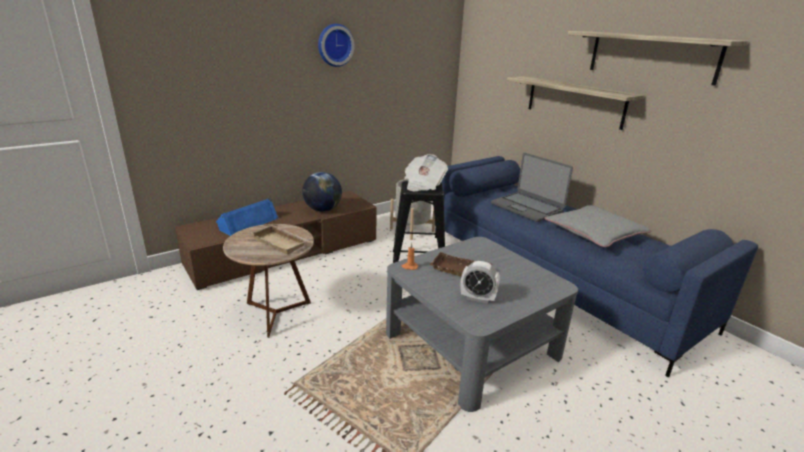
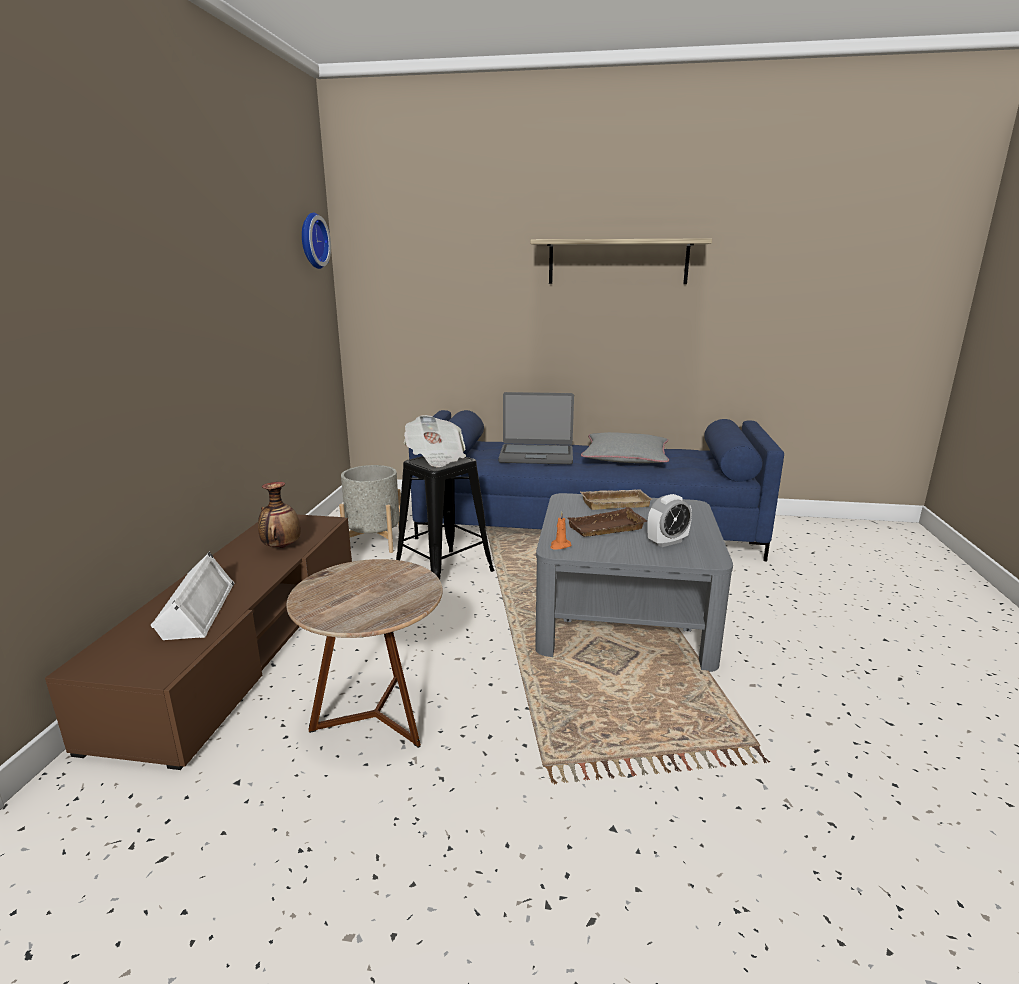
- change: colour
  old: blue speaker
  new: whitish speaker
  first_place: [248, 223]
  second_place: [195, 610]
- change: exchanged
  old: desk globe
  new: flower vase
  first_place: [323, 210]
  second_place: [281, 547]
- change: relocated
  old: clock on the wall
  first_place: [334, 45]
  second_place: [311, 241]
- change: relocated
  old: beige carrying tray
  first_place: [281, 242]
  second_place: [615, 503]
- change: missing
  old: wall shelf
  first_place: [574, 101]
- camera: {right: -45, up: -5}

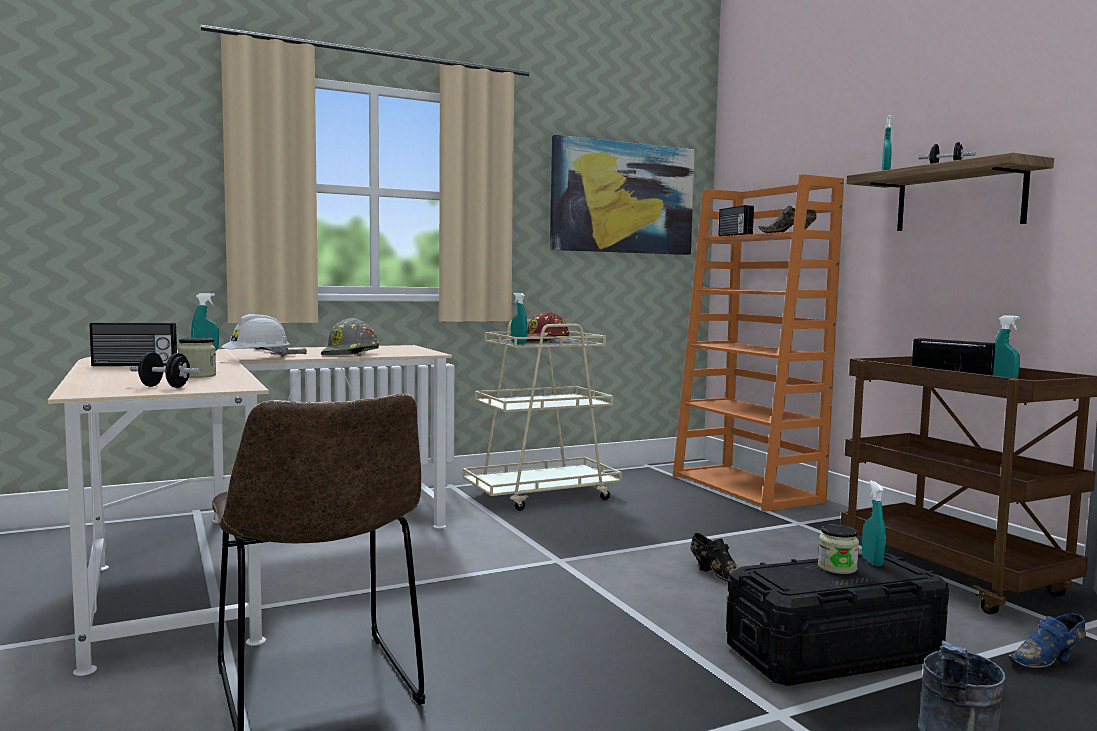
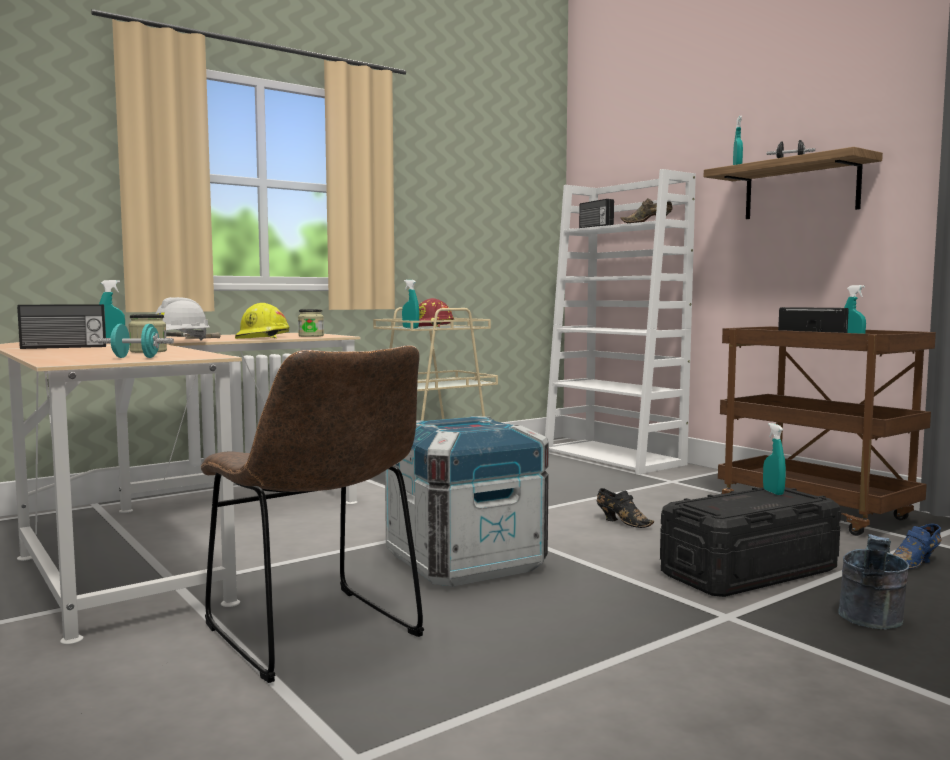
- change: colour
  old: blackish free weight
  new: turquoise-coloured free weight
  first_place: [165, 387]
  second_place: [136, 358]
- change: colour
  old: grey work helmet
  new: yellow-coloured work helmet
  first_place: [351, 354]
  second_place: [264, 337]
- change: relocated
  old: jar
  first_place: [837, 567]
  second_place: [311, 336]
- change: appeared
  new: shipping crate
  second_place: [465, 562]
- change: colour
  old: orangey shelving unit
  new: whitish shelving unit
  first_place: [747, 489]
  second_place: [614, 458]
- change: missing
  old: wall picture
  first_place: [622, 198]
- camera: {right: -10, up: 0}

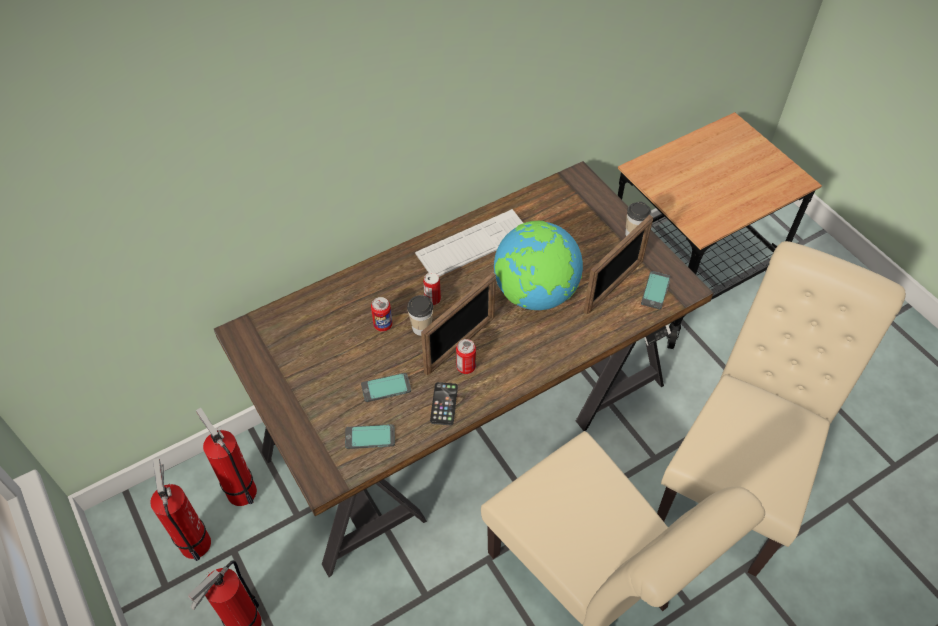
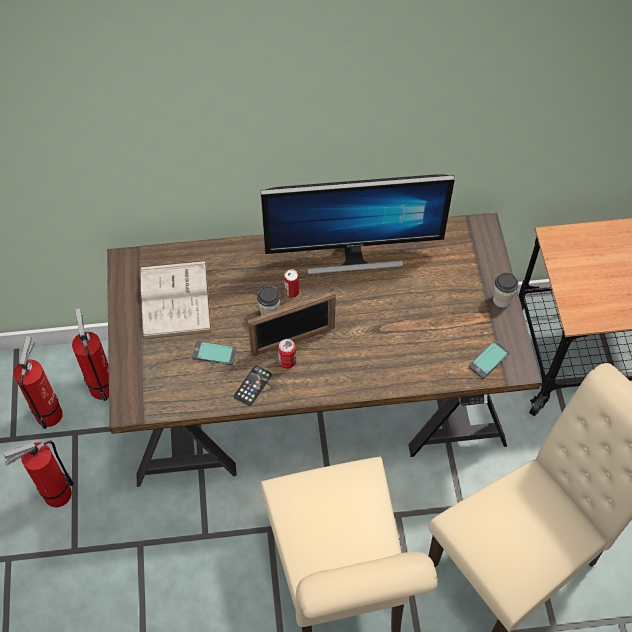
- change: appeared
  new: whitish volume
  second_place: [175, 299]
- change: exchanged
  old: keyboard
  new: monitor
  first_place: [473, 244]
  second_place: [353, 256]
- change: missing
  old: phone
  first_place: [370, 437]
- change: missing
  old: sealed can
  first_place: [383, 325]
- change: missing
  old: desk globe
  first_place: [535, 294]
- change: missing
  old: photo frame
  first_place: [614, 286]
- camera: {right: 25, up: 5}

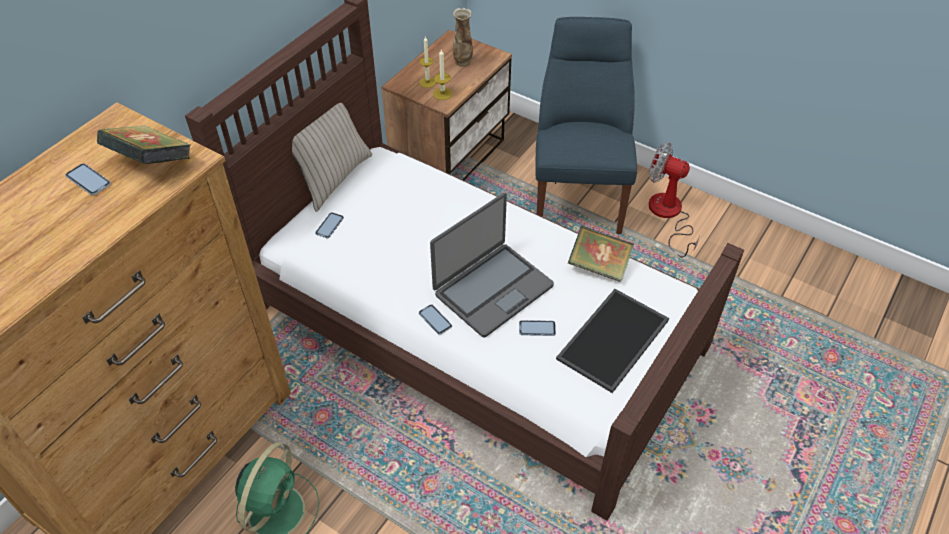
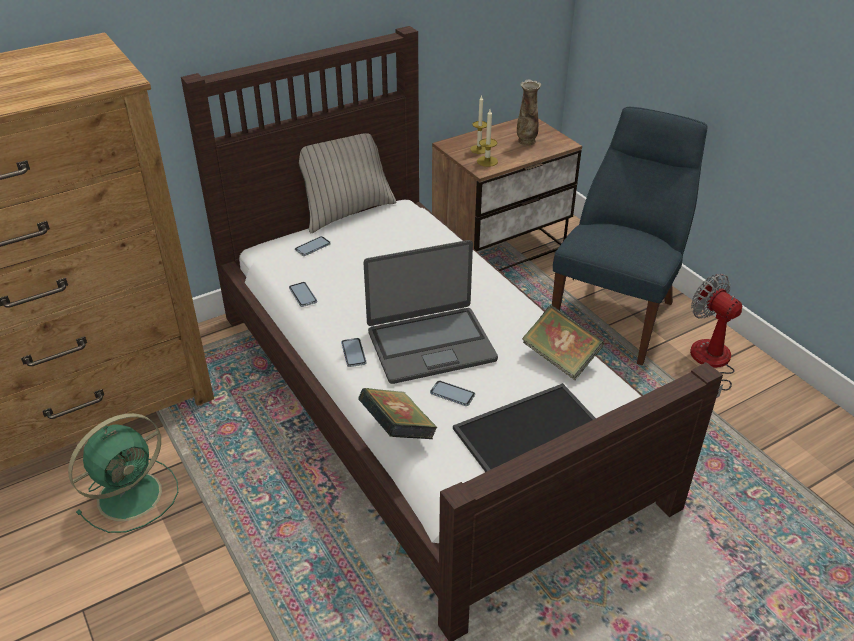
- change: relocated
  old: phone
  first_place: [88, 180]
  second_place: [303, 295]
- change: relocated
  old: volume
  first_place: [151, 163]
  second_place: [397, 430]
- camera: {right: 25, up: -10}

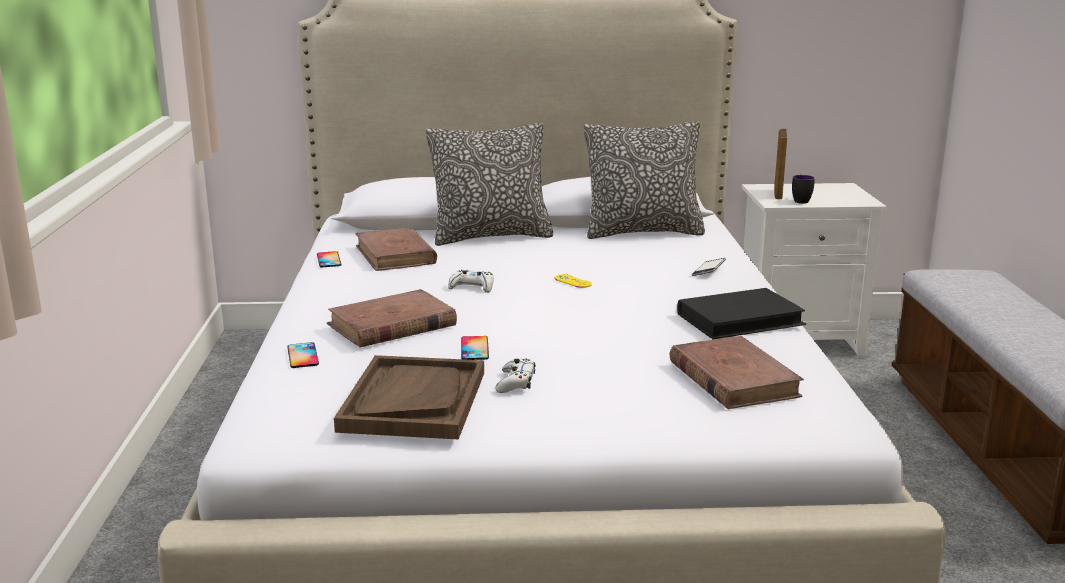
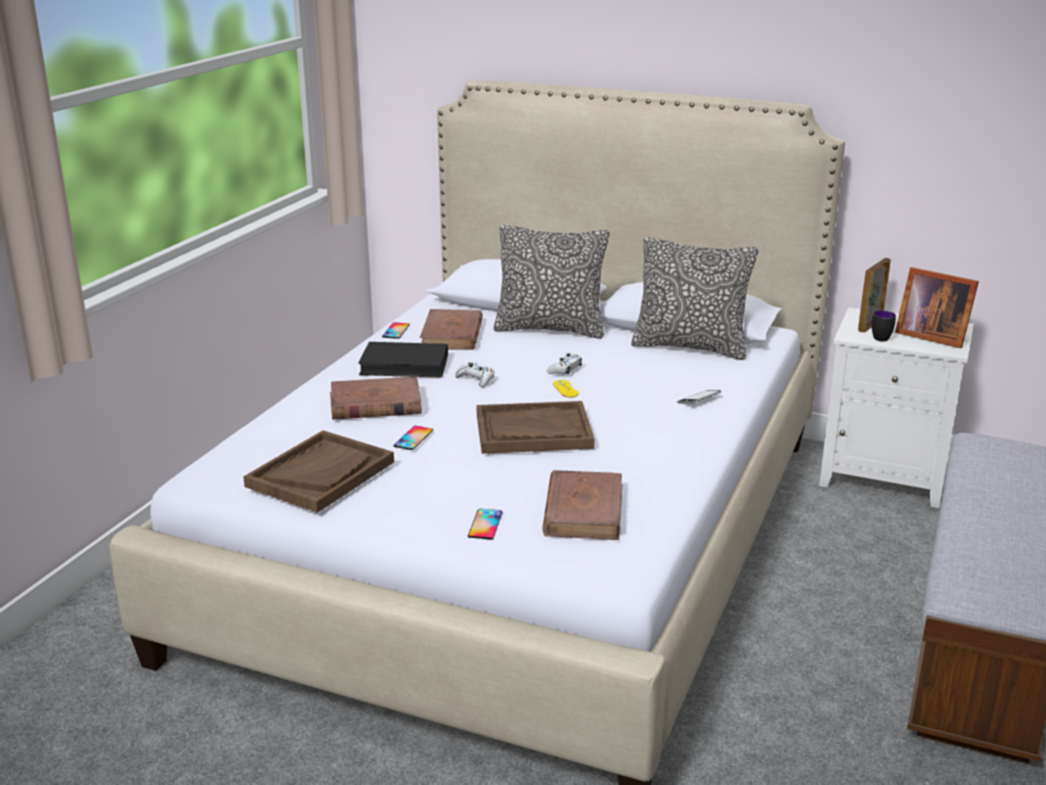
- change: relocated
  old: blackish volume
  first_place: [740, 320]
  second_place: [405, 365]
- change: relocated
  old: phone
  first_place: [302, 356]
  second_place: [485, 524]
- change: appeared
  new: brownish carrying tray
  second_place: [533, 431]
- change: relocated
  old: whitish gamepad
  first_place: [516, 382]
  second_place: [565, 369]
- change: appeared
  new: photo frame
  second_place: [930, 335]
- camera: {right: 25, up: 5}

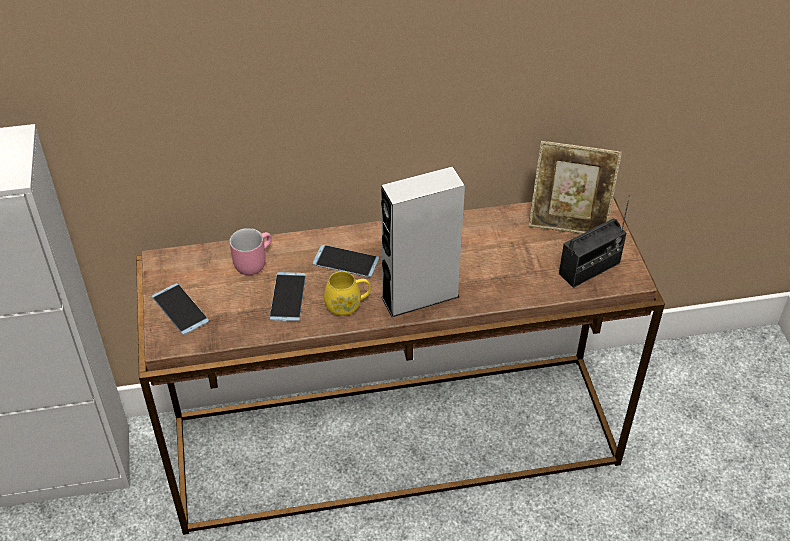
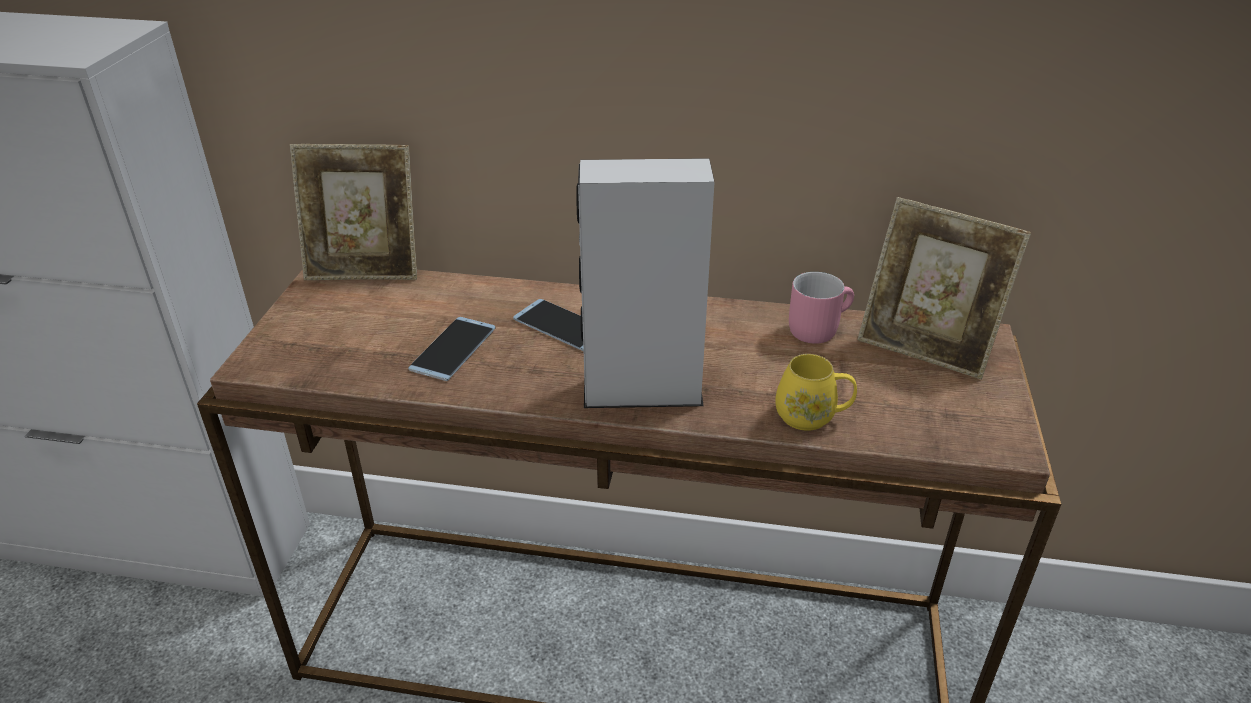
- change: appeared
  new: photo frame
  second_place: [365, 269]
- change: relocated
  old: yellow-coloured coffee mug
  first_place: [347, 305]
  second_place: [812, 416]
- change: relocated
  old: pink coffee mug
  first_place: [252, 261]
  second_place: [816, 327]
- change: missing
  old: phone
  first_place: [180, 309]
- change: missing
  old: radio
  first_place: [589, 268]
- camera: {right: 20, up: -10}

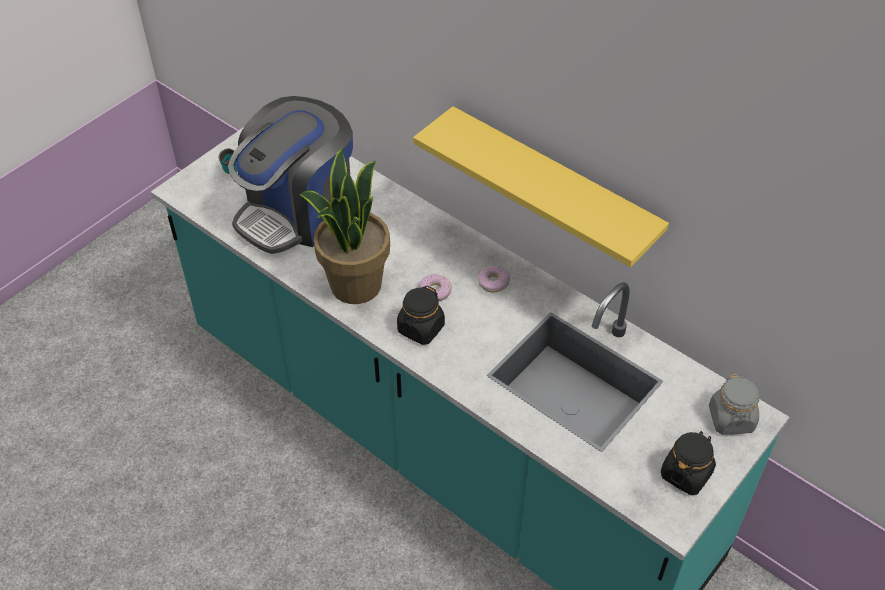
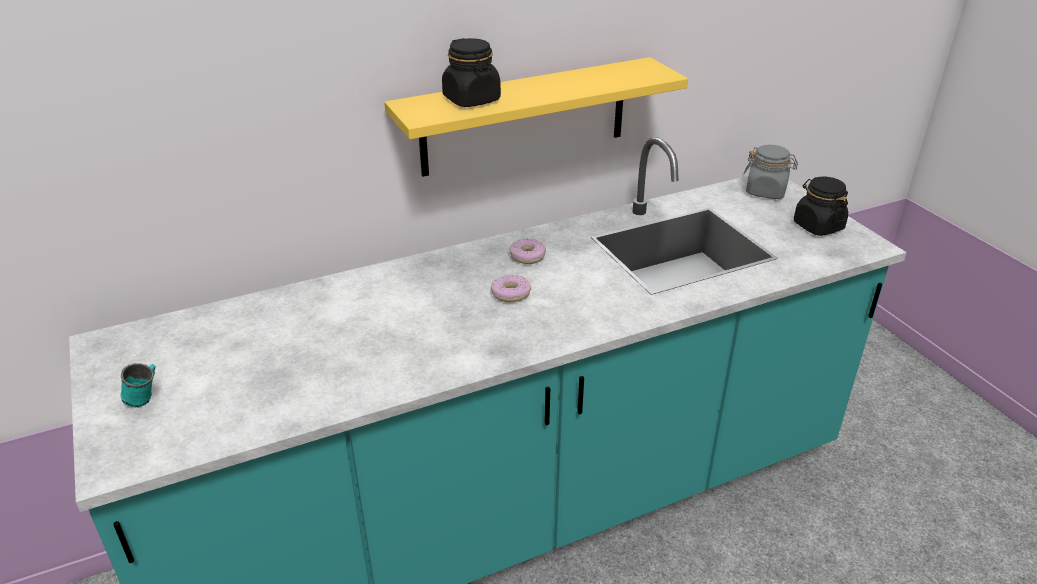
- change: relocated
  old: blackish jar
  first_place: [420, 329]
  second_place: [472, 100]
- change: missing
  old: coffee machine
  first_place: [298, 211]
- change: missing
  old: potted plant
  first_place: [355, 284]
- camera: {right: -65, up: -15}

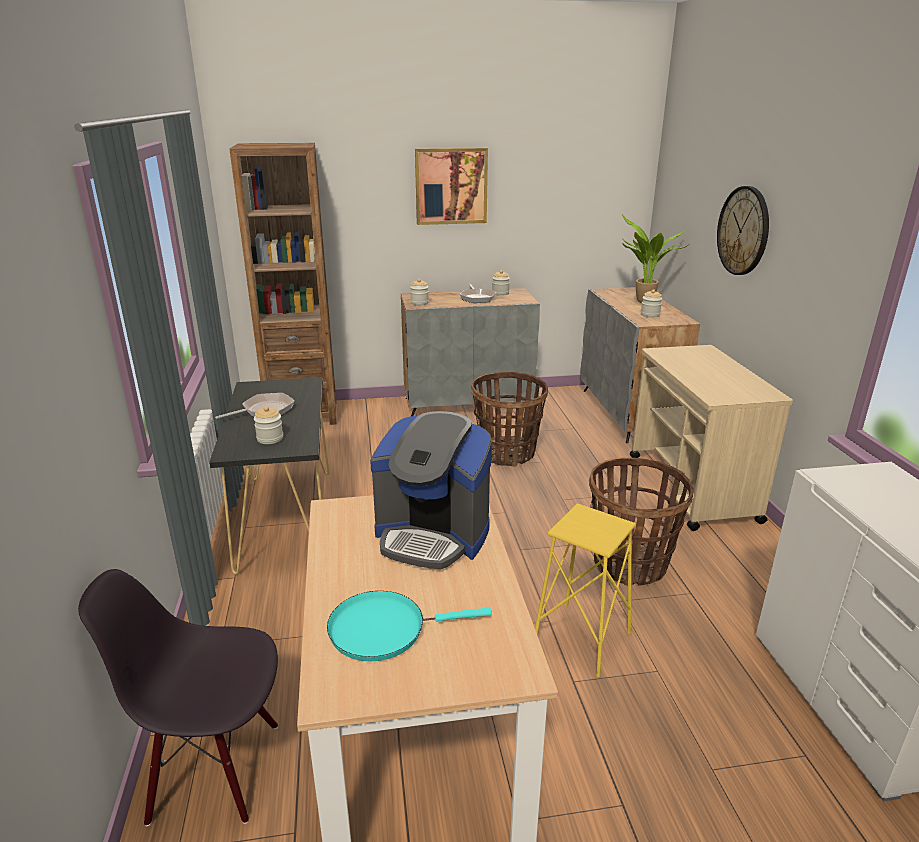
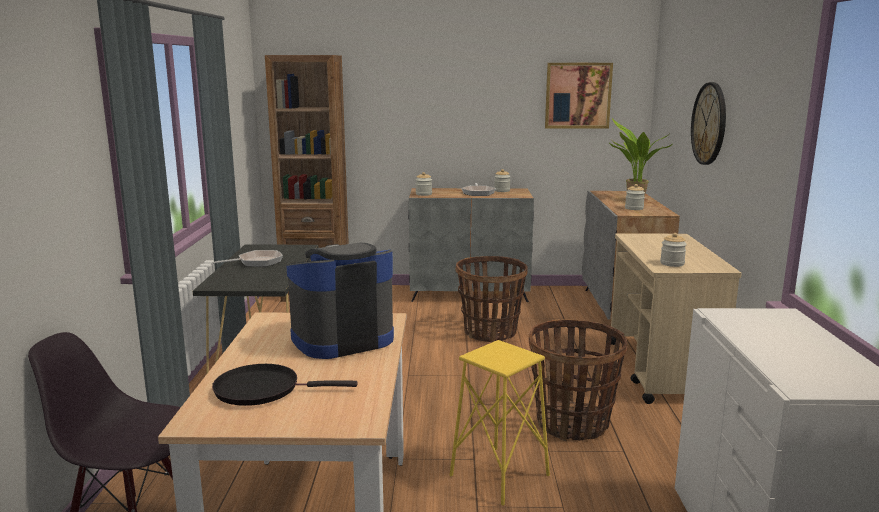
- change: colour
  old: turquoise-coloured skillet
  new: blackish skillet
  first_place: [384, 629]
  second_place: [263, 389]
- change: spun
  old: coffee machine
  first_place: [432, 535]
  second_place: [342, 339]
  degrees: 120
- change: relocated
  old: wall picture
  first_place: [451, 186]
  second_place: [578, 95]
- change: relocated
  old: jar
  first_place: [270, 438]
  second_place: [672, 263]
- camera: {right: 10, up: -10}

